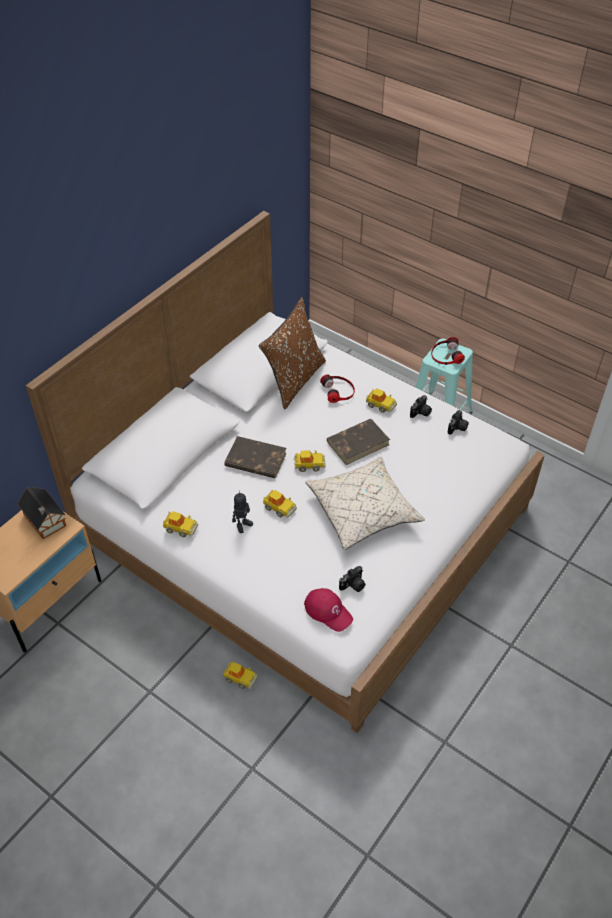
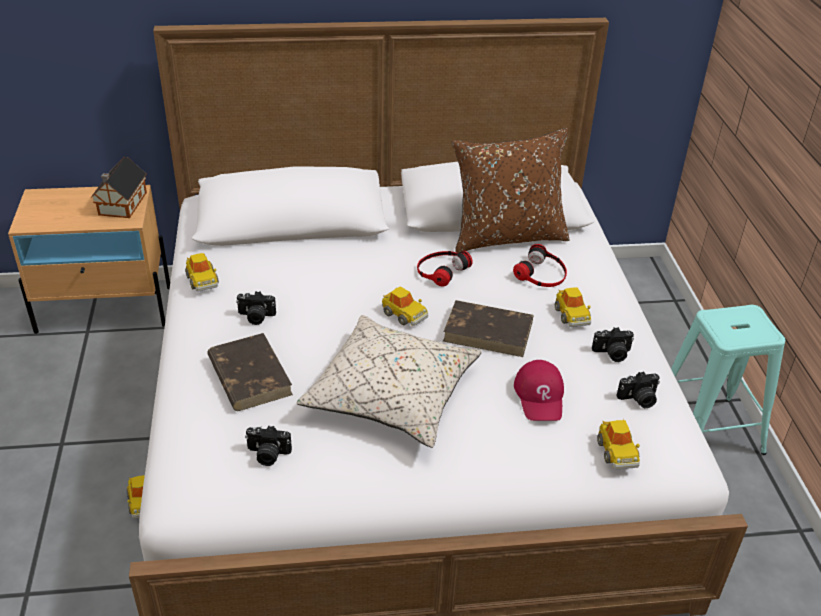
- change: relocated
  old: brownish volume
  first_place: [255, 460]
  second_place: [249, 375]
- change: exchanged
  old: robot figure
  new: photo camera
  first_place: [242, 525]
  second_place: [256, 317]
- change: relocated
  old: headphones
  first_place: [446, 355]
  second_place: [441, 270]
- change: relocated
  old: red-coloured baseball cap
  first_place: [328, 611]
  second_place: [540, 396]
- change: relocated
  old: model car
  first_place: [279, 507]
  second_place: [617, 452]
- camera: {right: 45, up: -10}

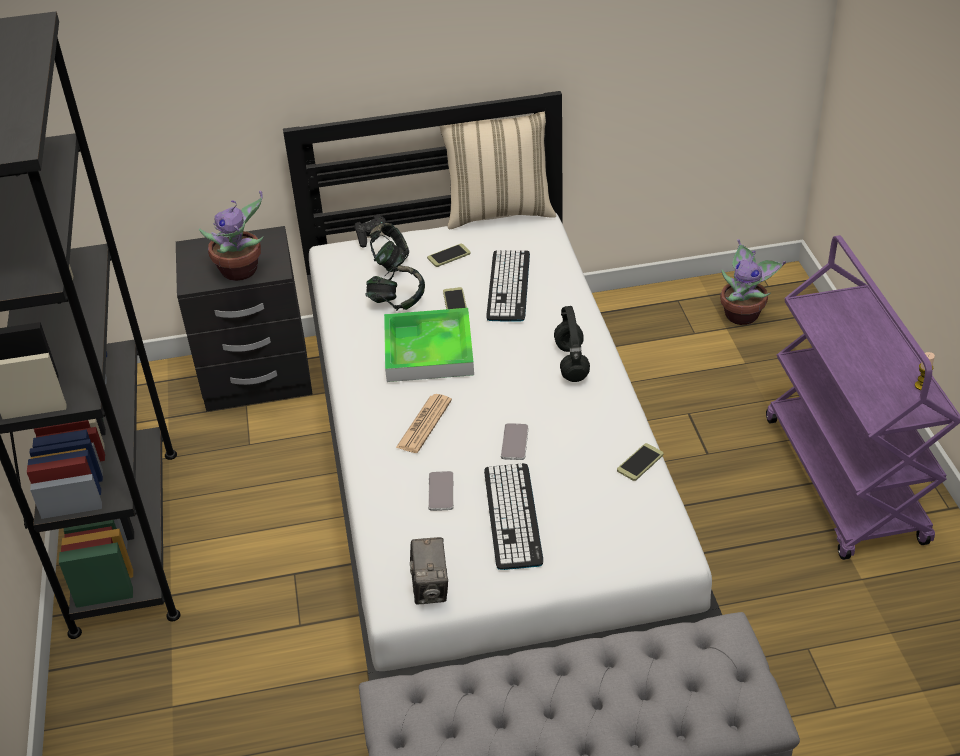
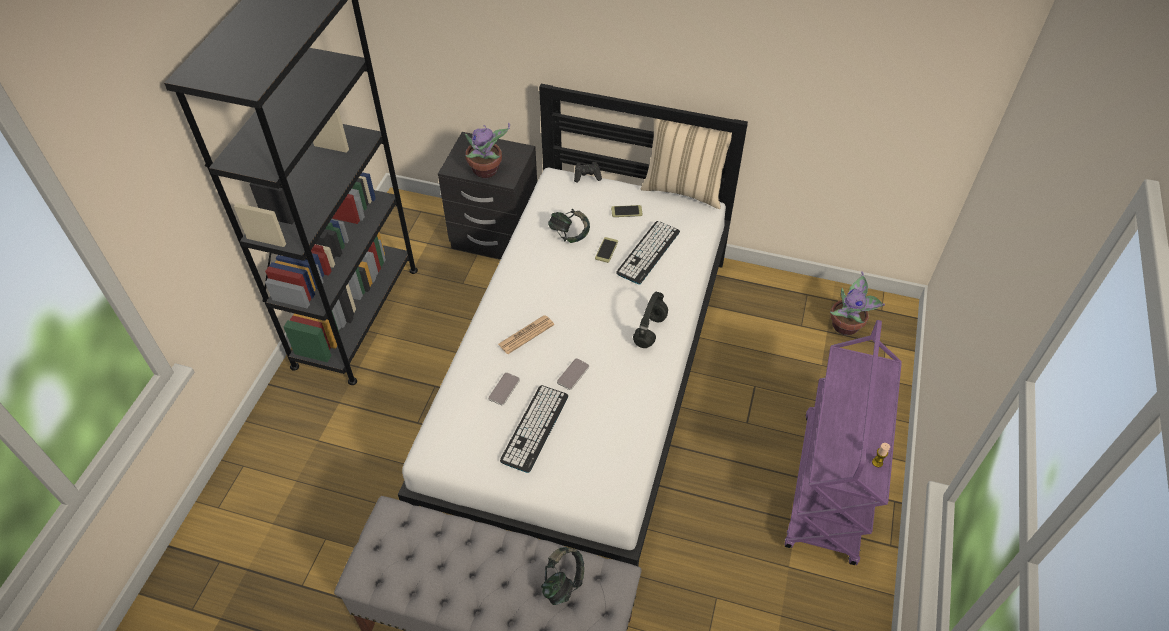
- change: relocated
  old: headphones
  first_place: [390, 262]
  second_place: [563, 583]
- change: missing
  old: carrying tray
  first_place: [428, 350]
- change: missing
  old: photo camera
  first_place: [430, 588]
- change: missing
  old: phone
  first_place: [640, 462]
- camera: {right: 25, up: 10}

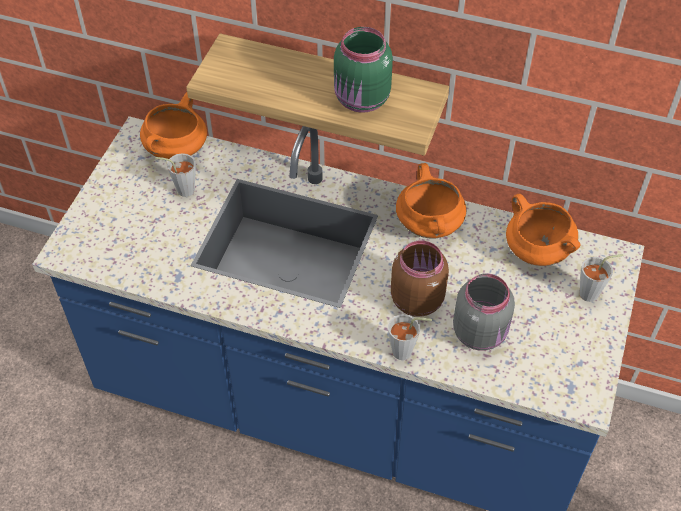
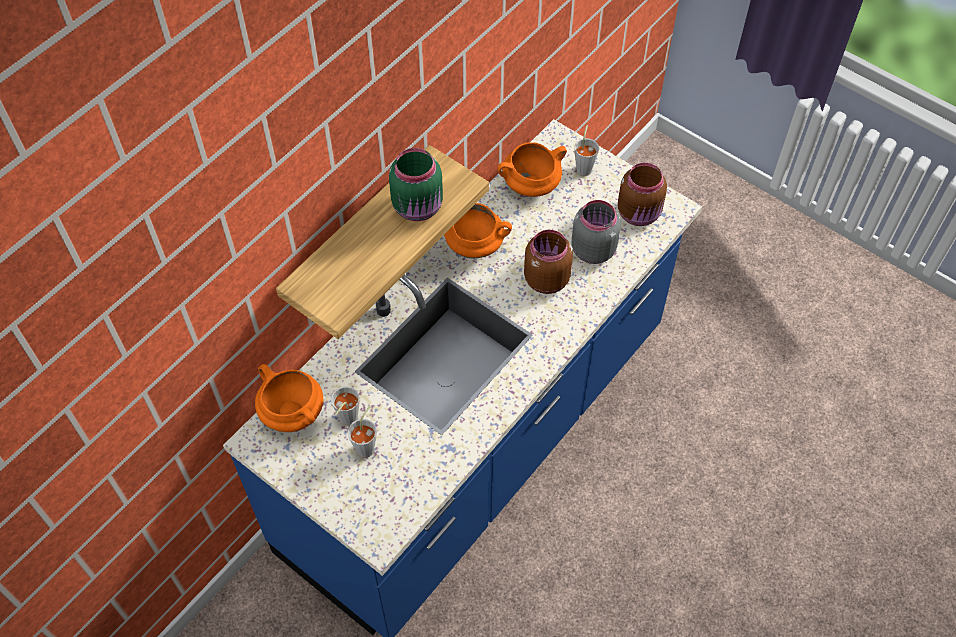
- change: relocated
  old: grey drinking cup
  first_place: [406, 352]
  second_place: [367, 446]
- change: appeared
  new: brownish jar
  second_place: [639, 214]
- camera: {right: -70, up: 5}

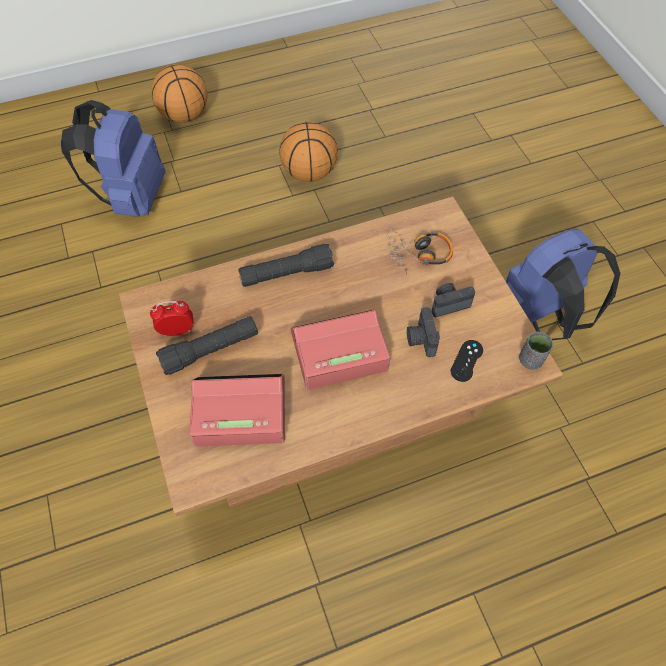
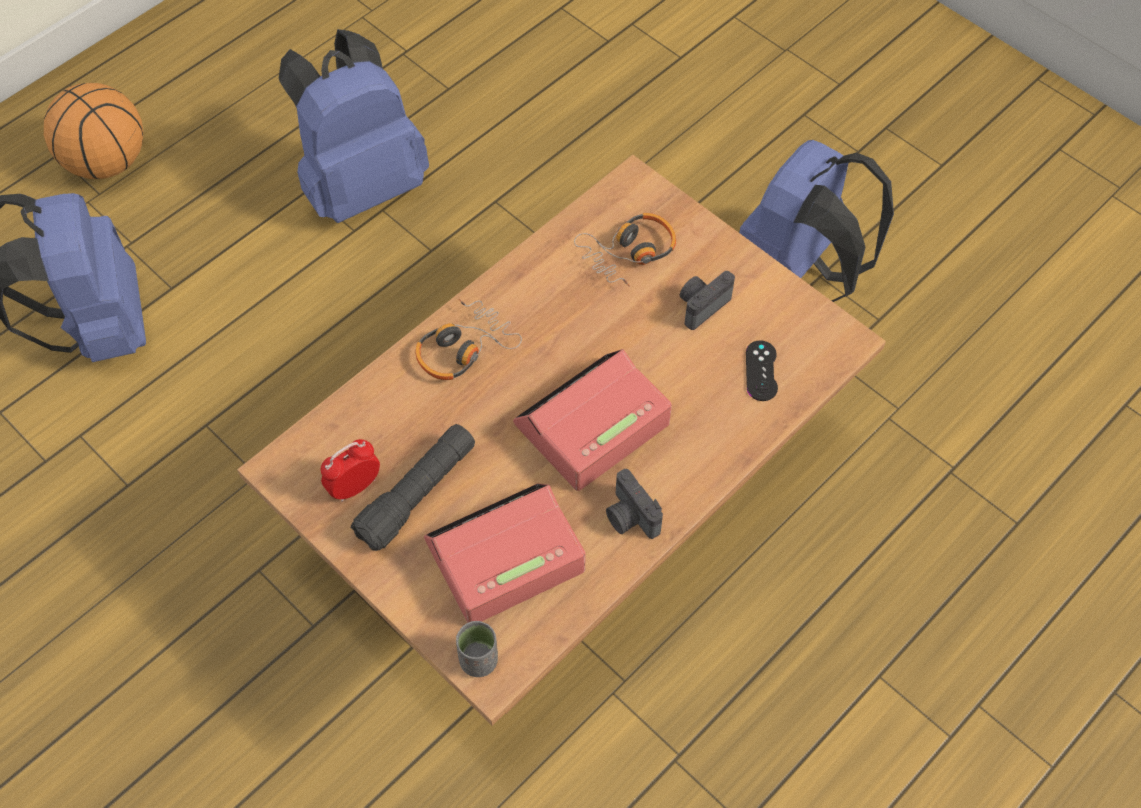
- change: exchanged
  old: basketball
  new: blue backpack
  first_place: [309, 172]
  second_place: [361, 185]
- change: exchanged
  old: blackish flashlight
  new: headphones
  first_place: [286, 273]
  second_place: [463, 348]
- change: relocated
  old: grey drinking cup
  first_place: [530, 360]
  second_place: [479, 660]
- change: relocated
  old: photo camera
  first_place: [420, 339]
  second_place: [629, 517]
- camera: {right: -25, up: 0}

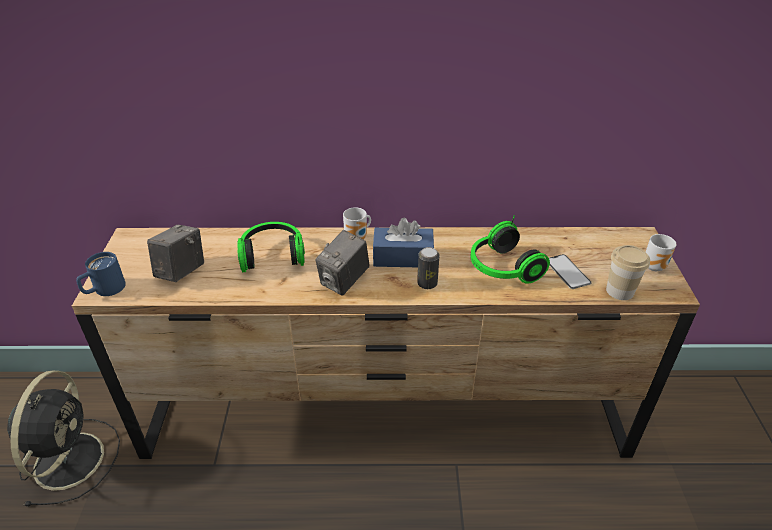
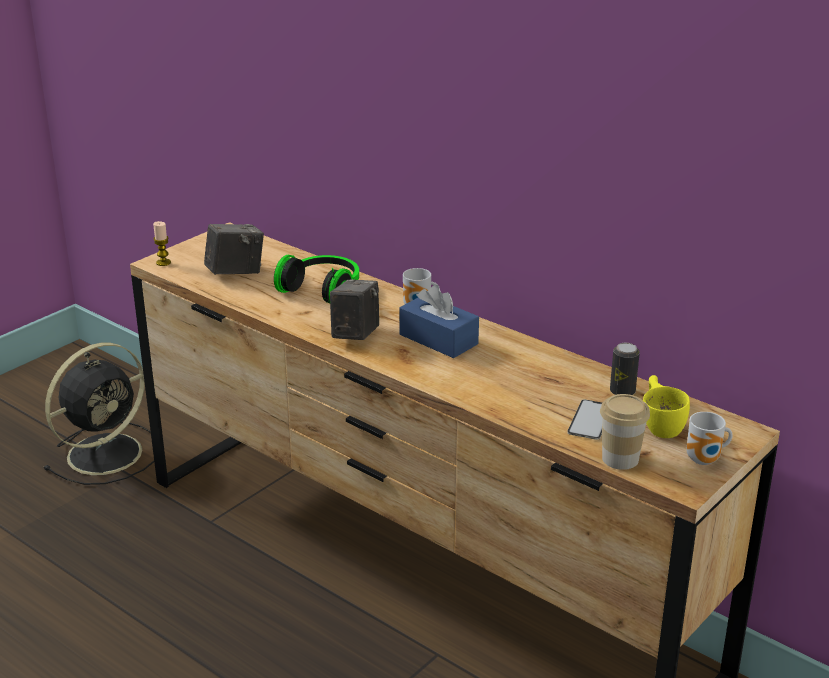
- change: exchanged
  old: blue coffee mug
  new: wax light
  first_place: [104, 290]
  second_place: [163, 262]
- change: spun
  old: photo camera
  first_place: [344, 281]
  second_place: [355, 334]
  degrees: 120
- change: relocated
  old: sealed can
  first_place: [427, 283]
  second_place: [622, 391]
- change: appeared
  new: yellow-coloured drinking cup
  second_place: [661, 424]
- change: missing
  old: headphones
  first_place: [501, 268]
- camera: {right: 40, up: -10}

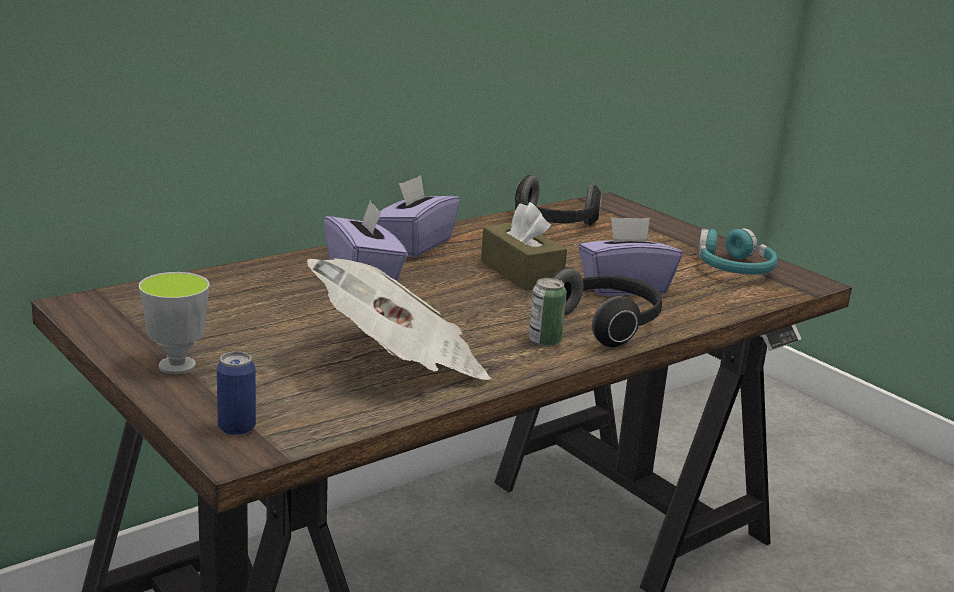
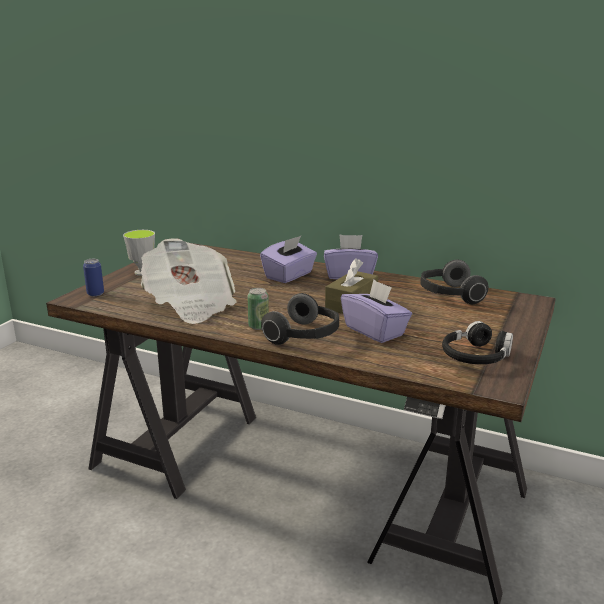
- change: colour
  old: turquoise-coloured headphones
  new: blackish headphones
  first_place: [733, 268]
  second_place: [476, 356]
- camera: {right: 65, up: 0}

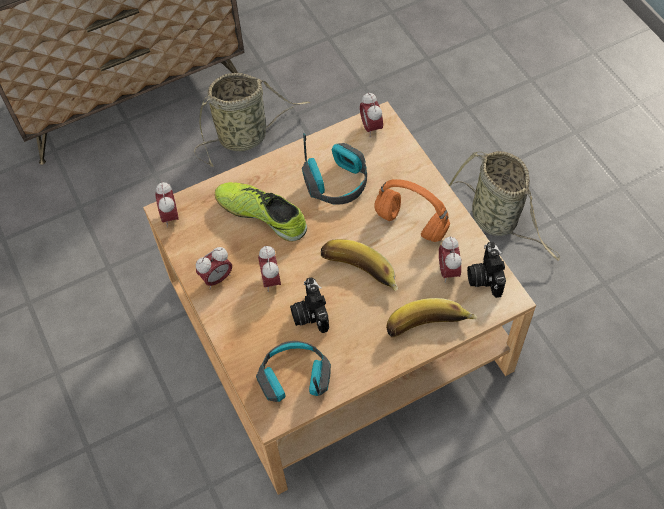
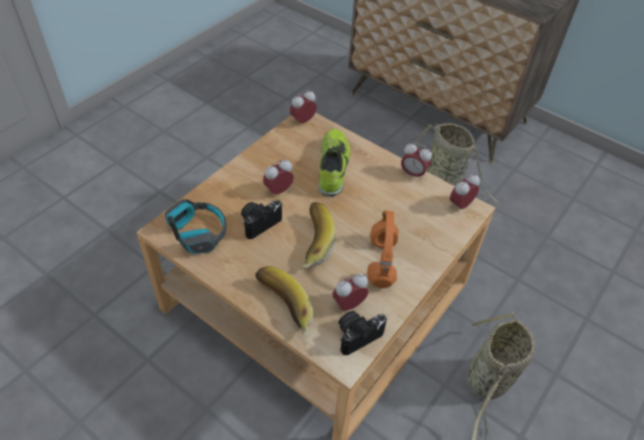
- change: relocated
  old: bedside clock
  first_place: [217, 278]
  second_place: [413, 174]
- change: missing
  old: headphones
  first_place: [337, 182]
- camera: {right: 60, up: -10}

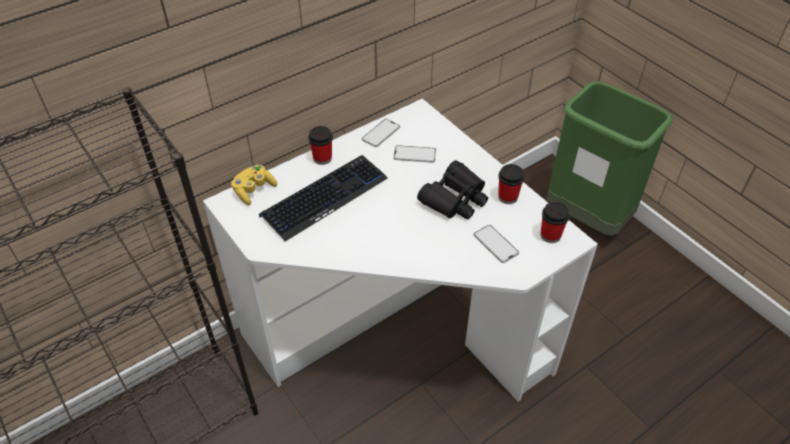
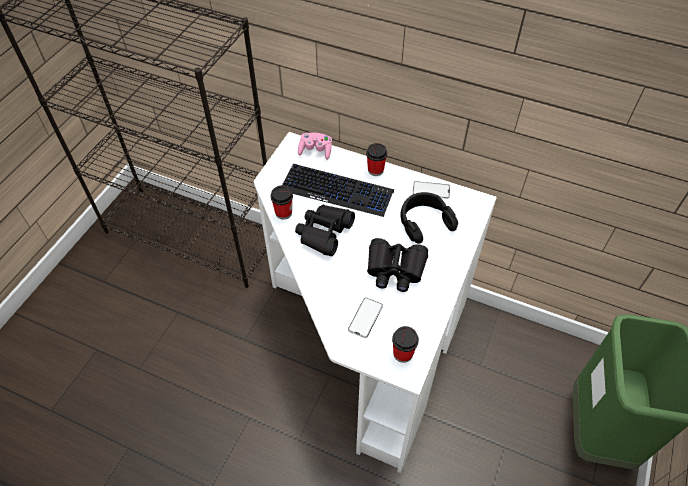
- change: relocated
  old: drinking cup
  first_place: [508, 197]
  second_place: [283, 213]
- change: appeared
  new: blackish pair of binoculars
  second_place: [324, 233]
- change: colour
  old: yellow-coloured gamepad
  new: pink gamepad
  first_place: [254, 190]
  second_place: [315, 151]
- change: exchanged
  old: phone
  new: blackish headphones
  first_place: [414, 154]
  second_place: [424, 222]
- camera: {right: 60, up: 5}

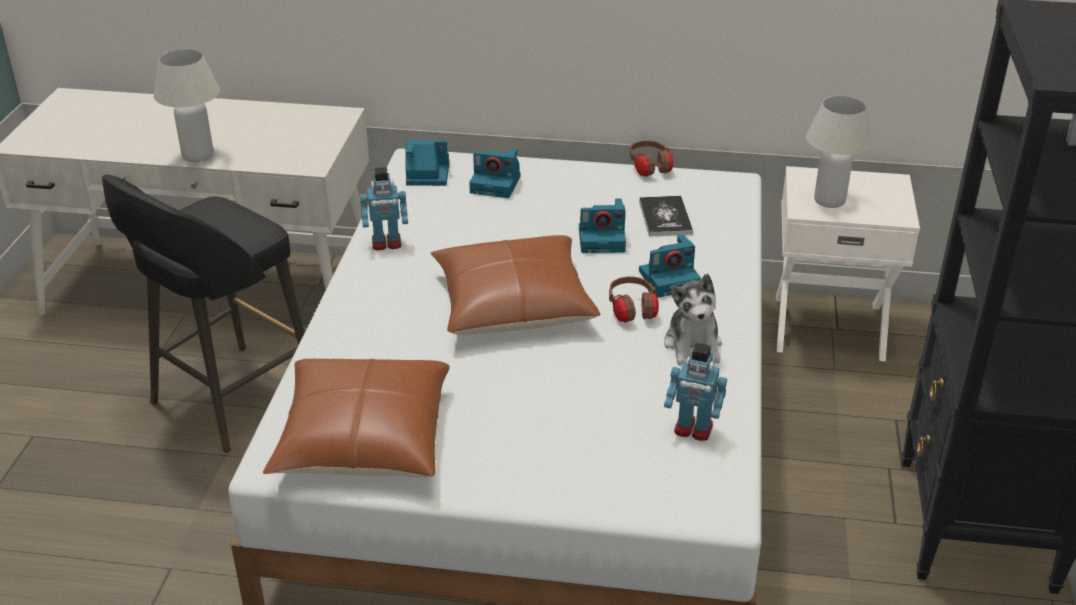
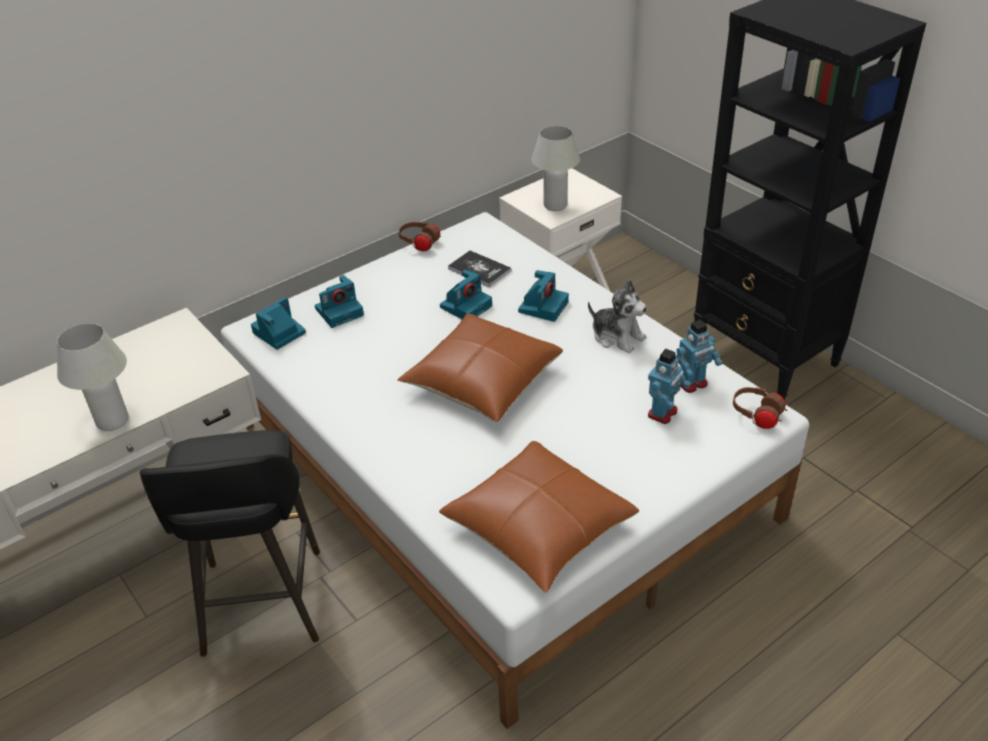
- change: relocated
  old: robot figure
  first_place: [386, 243]
  second_place: [663, 413]
- change: relocated
  old: brownish headphones
  first_place: [632, 311]
  second_place: [757, 416]
- camera: {right: -45, up: 5}

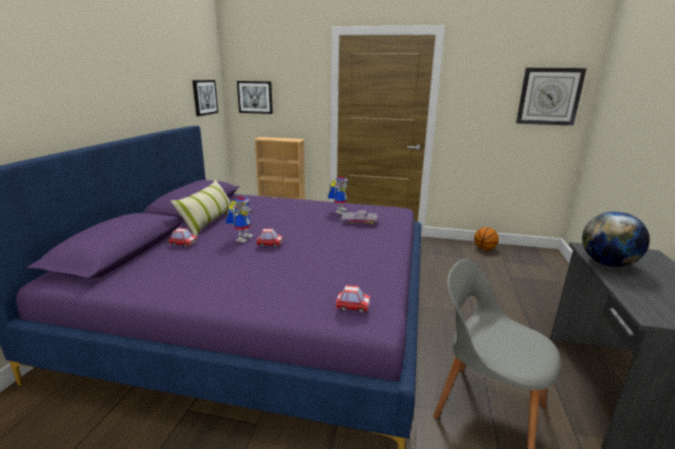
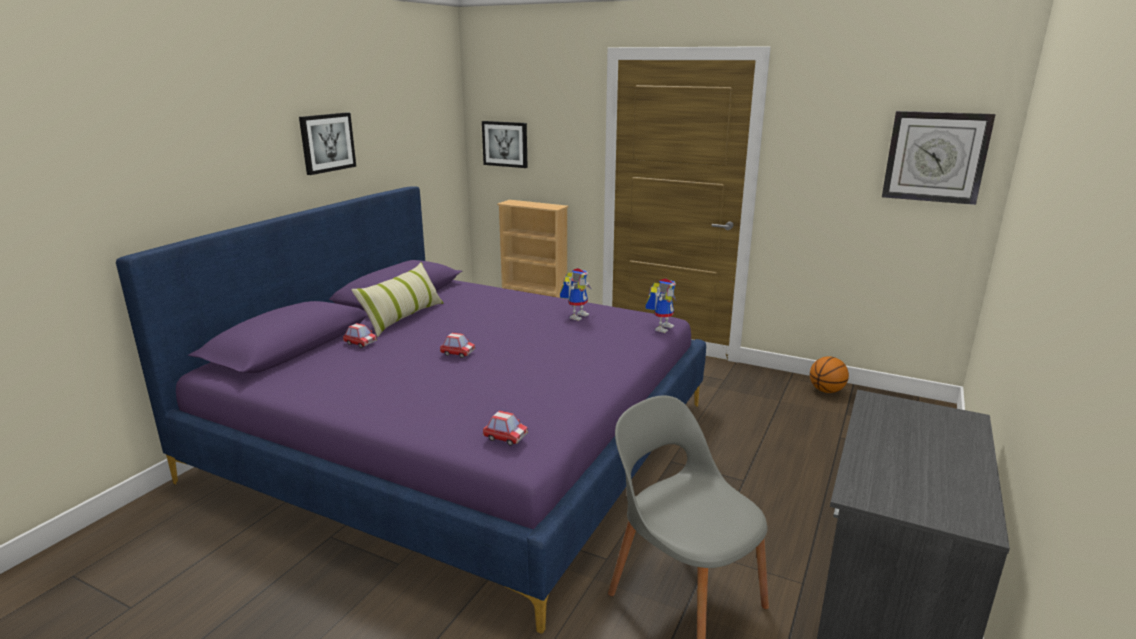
- change: relocated
  old: wall picture
  first_place: [204, 97]
  second_place: [327, 142]
- change: relocated
  old: robot figure
  first_place: [243, 237]
  second_place: [661, 327]
- change: missing
  old: grey model car
  first_place: [359, 221]
- change: missing
  old: desk globe
  first_place: [607, 263]
- camera: {right: 15, up: 0}

